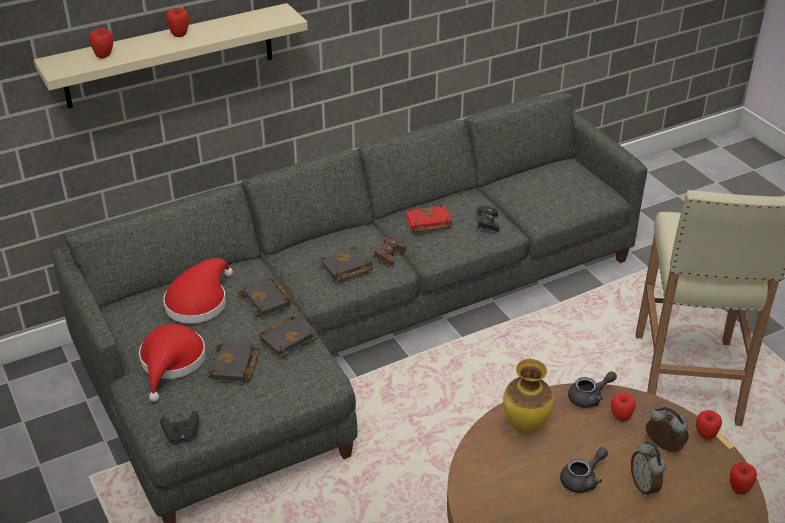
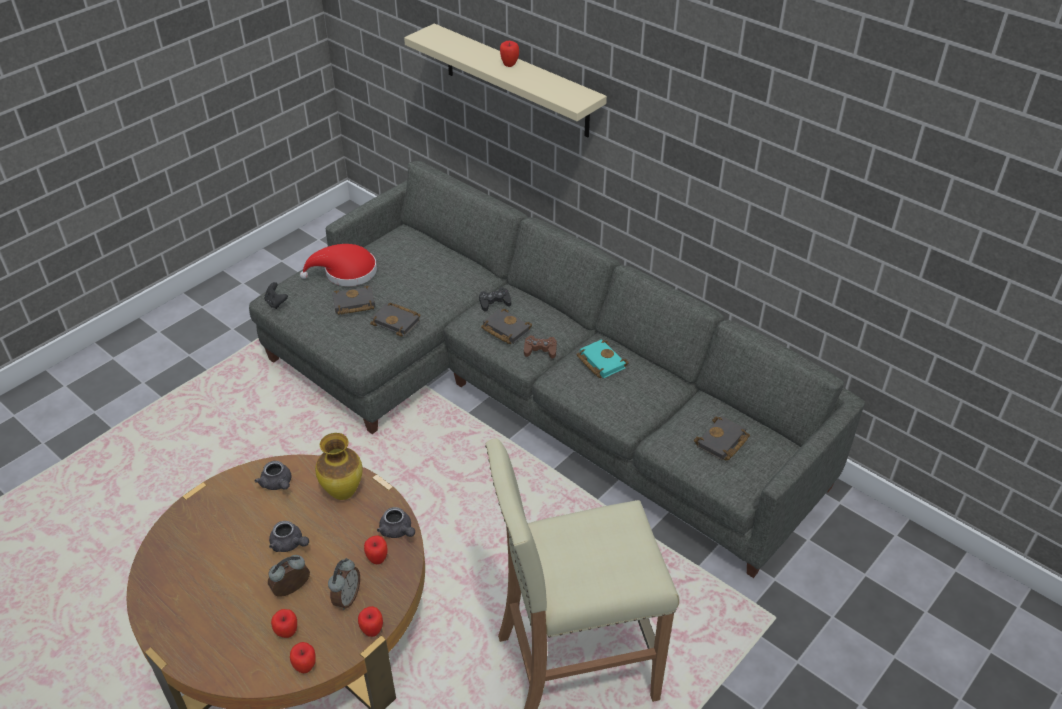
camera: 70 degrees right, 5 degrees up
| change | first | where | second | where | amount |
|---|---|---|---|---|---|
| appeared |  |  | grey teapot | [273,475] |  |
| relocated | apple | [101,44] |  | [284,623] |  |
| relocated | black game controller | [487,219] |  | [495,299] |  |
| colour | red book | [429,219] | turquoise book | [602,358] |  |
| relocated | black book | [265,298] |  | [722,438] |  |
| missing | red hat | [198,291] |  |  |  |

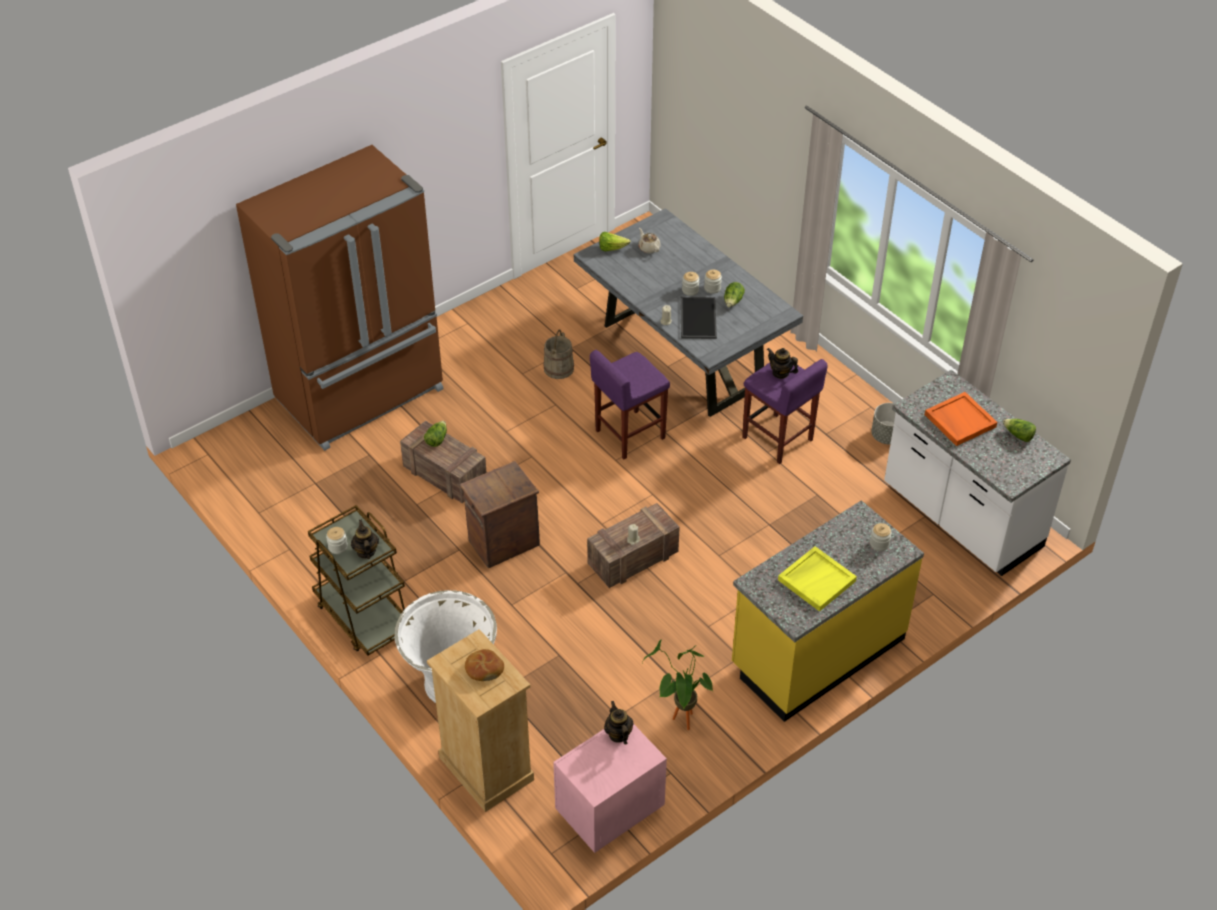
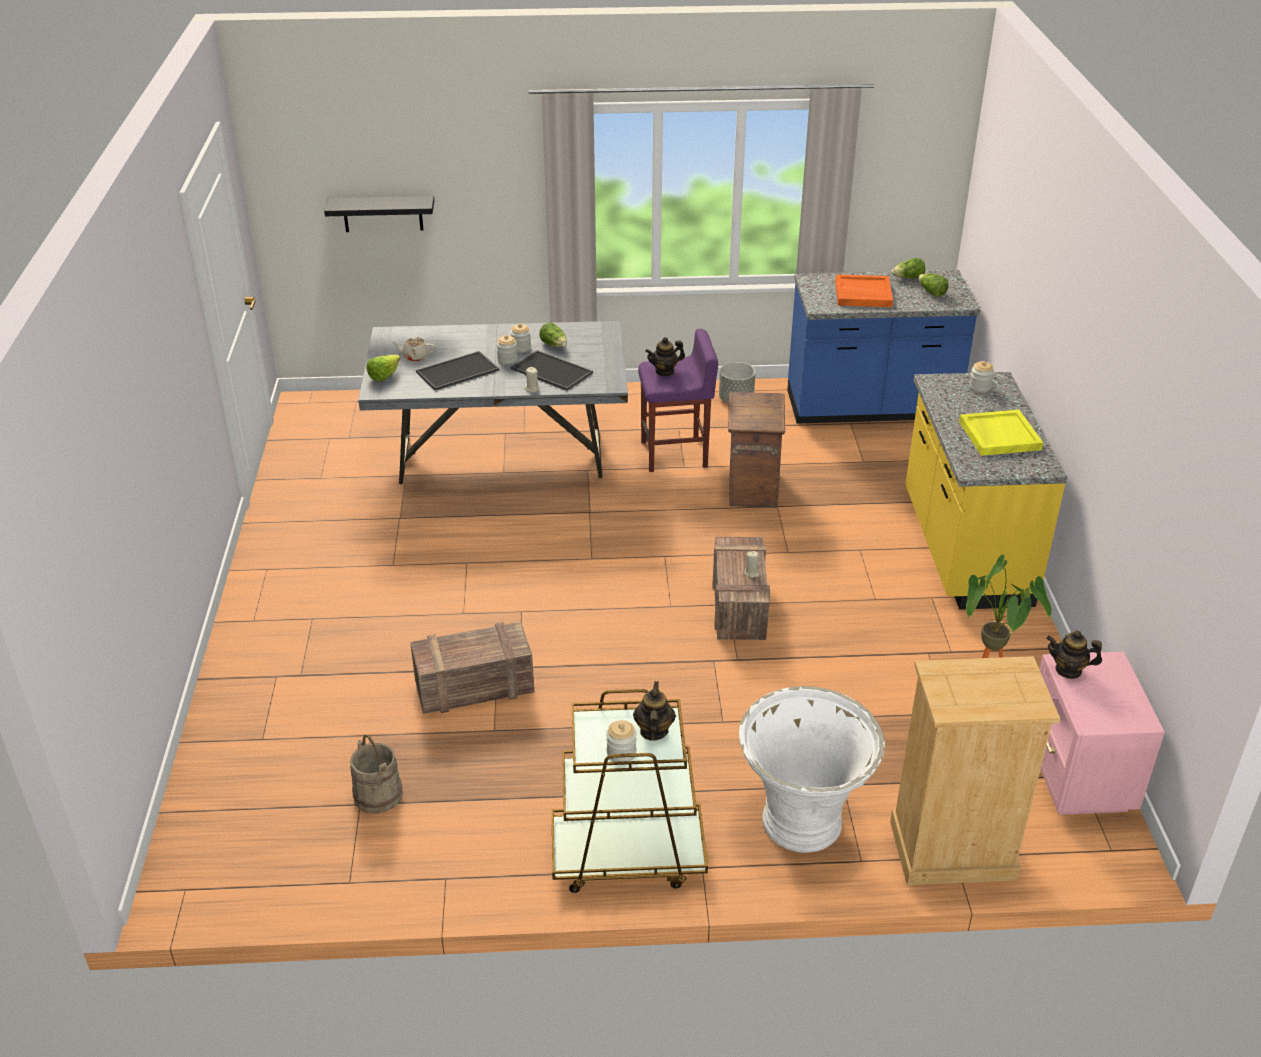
camera: 55 degrees left, 10 degrees down
| change | first | where | second | where | amount |
|---|---|---|---|---|---|
| appeared |  |  | black shelf | [379,214] |  |
| relocated | beige bucket | [558,354] |  | [376,774] |  |
| appeared |  |  | tray | [458,371] |  |
| spun | teapot | [365,539] |  | [654,711] | 75 degrees clockwise |
| relocated | crate | [500,514] |  | [756,450] |  |
| colour | white counter | [977,473] | blue counter | [883,347] |  |
| relocated | lettuce | [435,434] |  | [933,285] |  |
| missing | brown fridge | [340,298] |  |  |  |
| missing | bread | [484,665] |  |  |  |
| missing | purple stool | [630,404] |  |  |  |

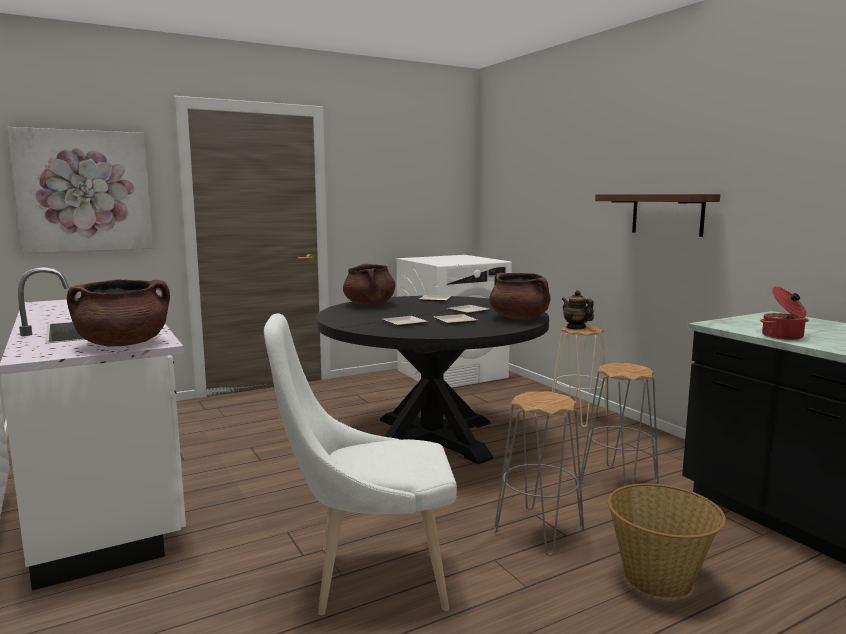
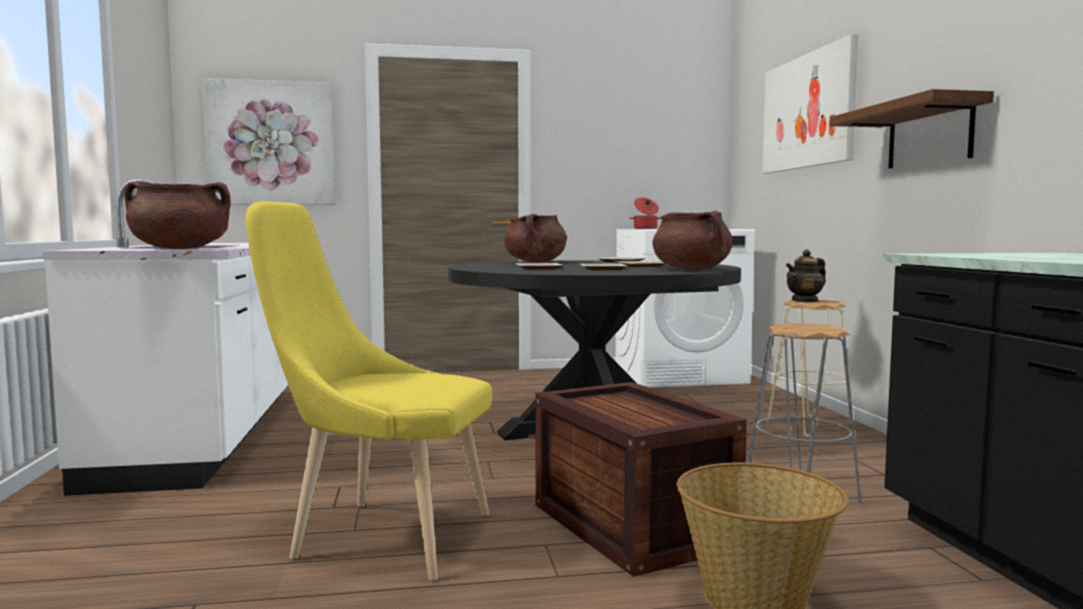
camera: 20 degrees right, 5 degrees down
| change | first | where | second | where | amount |
|---|---|---|---|---|---|
| colour | white chair | [360,464] | yellow chair | [369,390] |  |
| exchanged | grey stool | [539,473] | crate | [641,479] |  |
| relocated | cooking pot | [784,313] |  | [645,213] |  |
| appeared |  |  | picture | [810,103] |  |
| spun | teapot | [578,309] |  | [806,275] | 105 degrees counterclockwise |

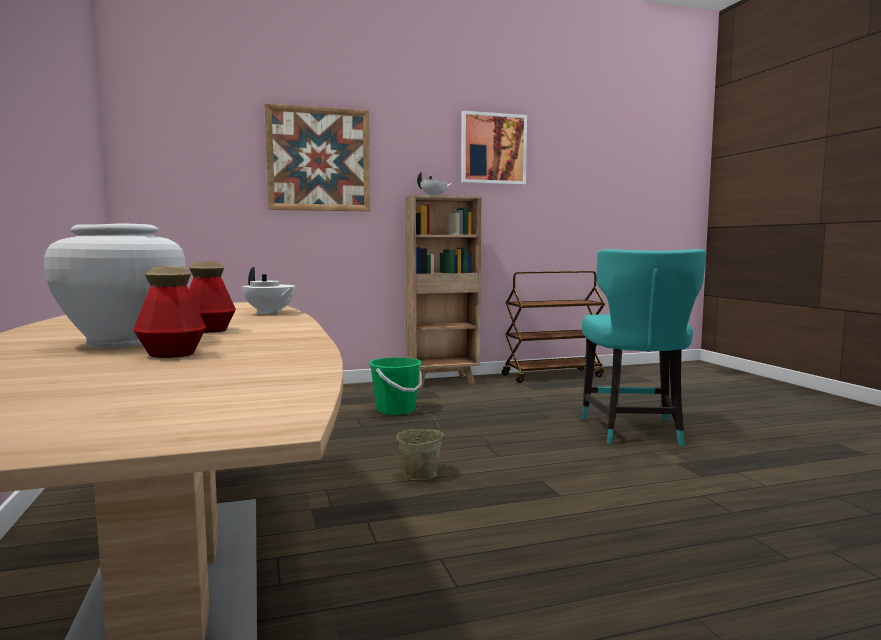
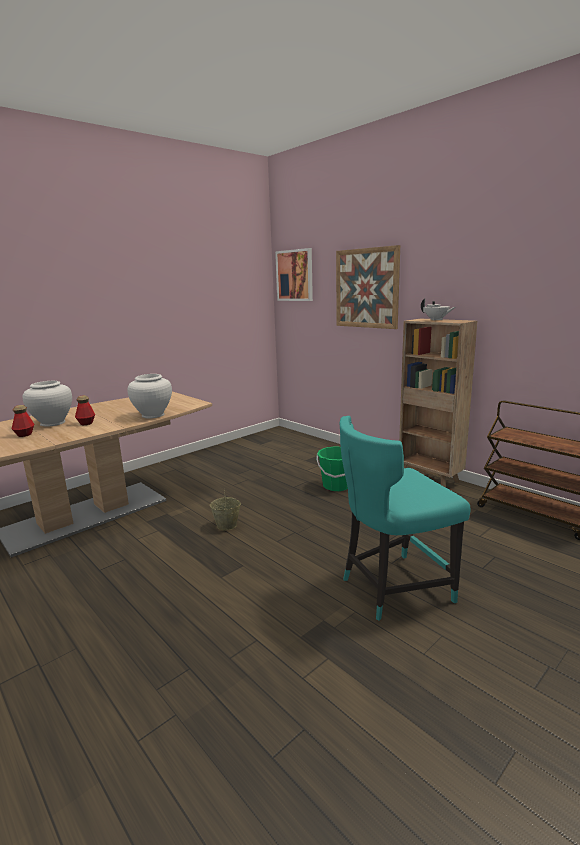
camera: 65 degrees right, 10 degrees up
| change | first | where | second | where | amount |
|---|---|---|---|---|---|
| exchanged | white teapot | [269,290] | white vase | [149,396] |  |
| relocated | picture | [494,148] |  | [294,274] |  |

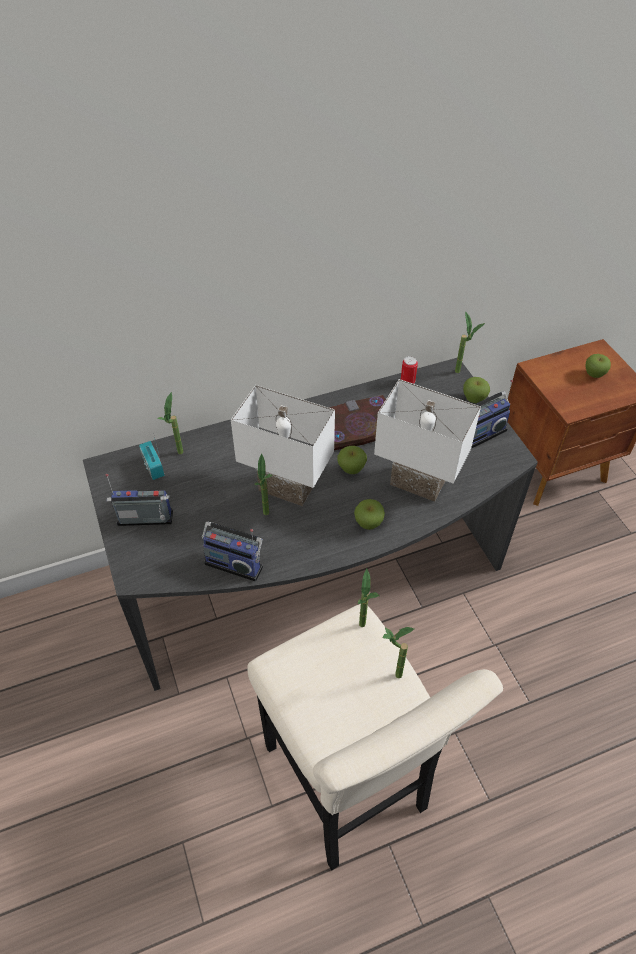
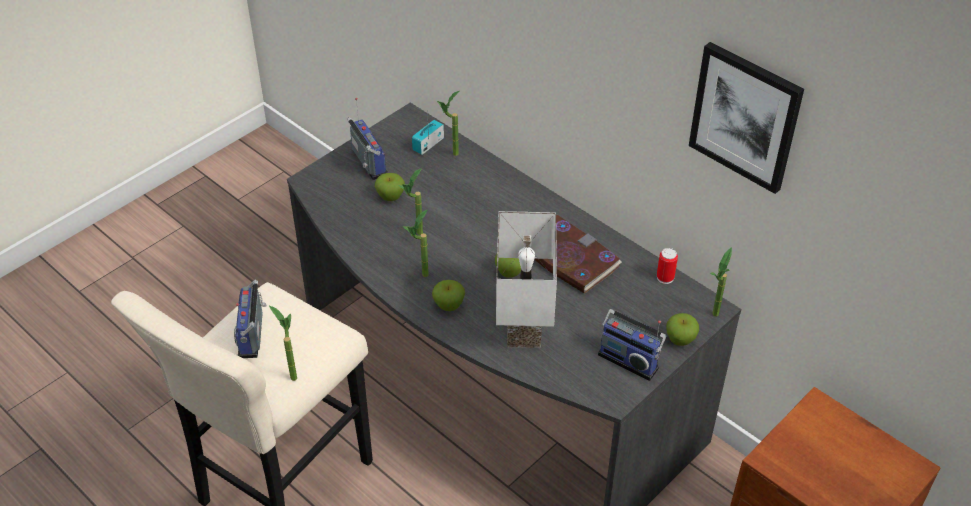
camera: 65 degrees right, 5 degrees down
| change | first | where | second | where | amount |
|---|---|---|---|---|---|
| relocated | radio | [232,551] |  | [250,319] |  |
| relocated | apple | [598,366] |  | [390,187] |  |
| relocated | potted plant | [369,598] |  | [416,243] |  |
| appeared |  |  | picture | [746,118] |  |
| missing | white table lamp | [283,445] |  |  |  |

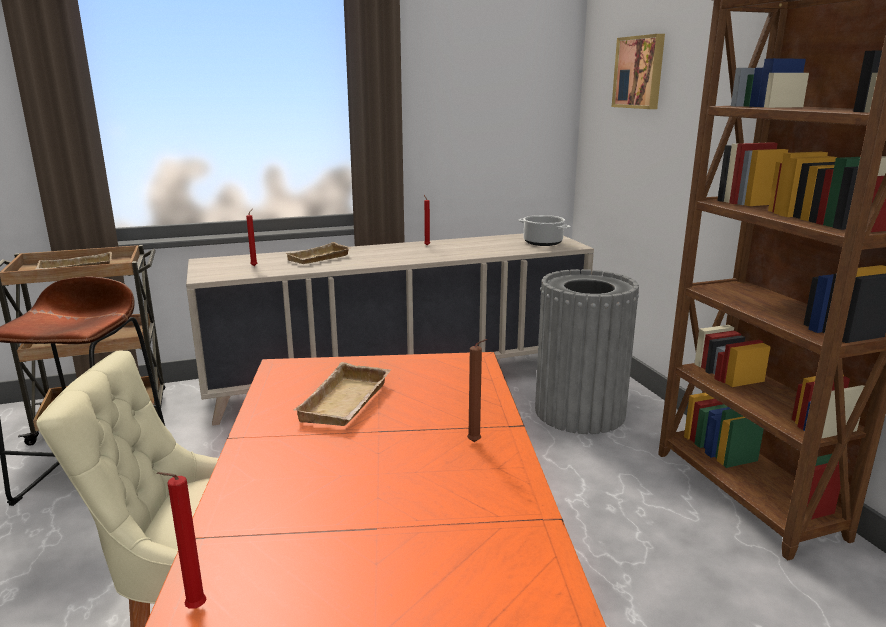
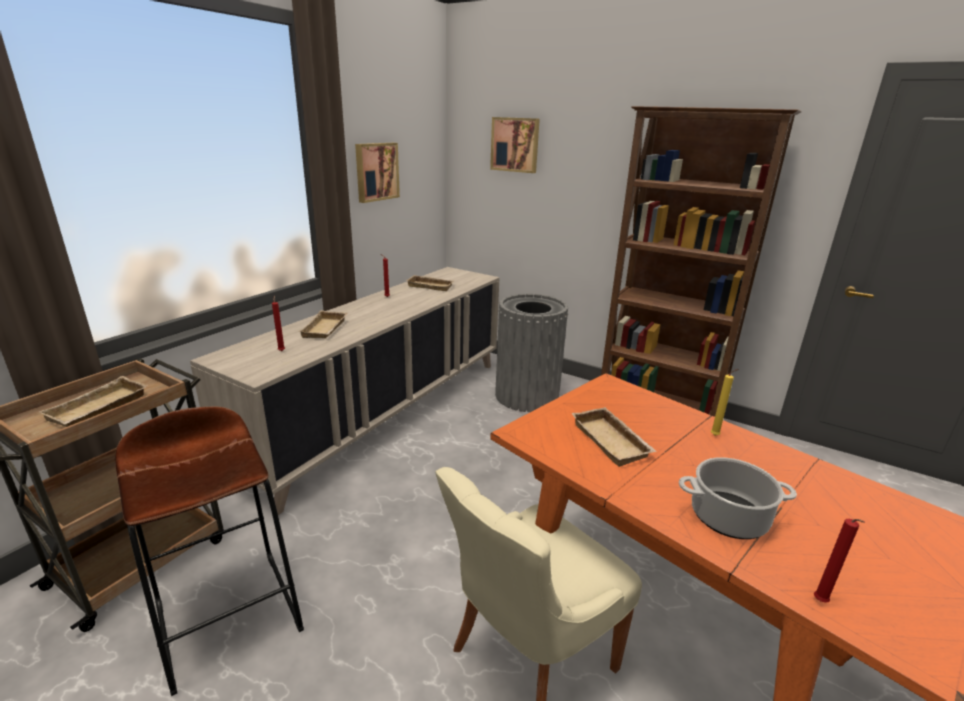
camera: 40 degrees left, 5 degrees up
| change | first | where | second | where | amount |
|---|---|---|---|---|---|
| appeared |  |  | picture | [377,173] |  |
| appeared |  |  | beige tray | [430,283] |  |
| relocated | cooking pot | [544,230] |  | [738,498] |  |
| colour | brown candle | [477,390] | yellow candle | [725,402] |  |

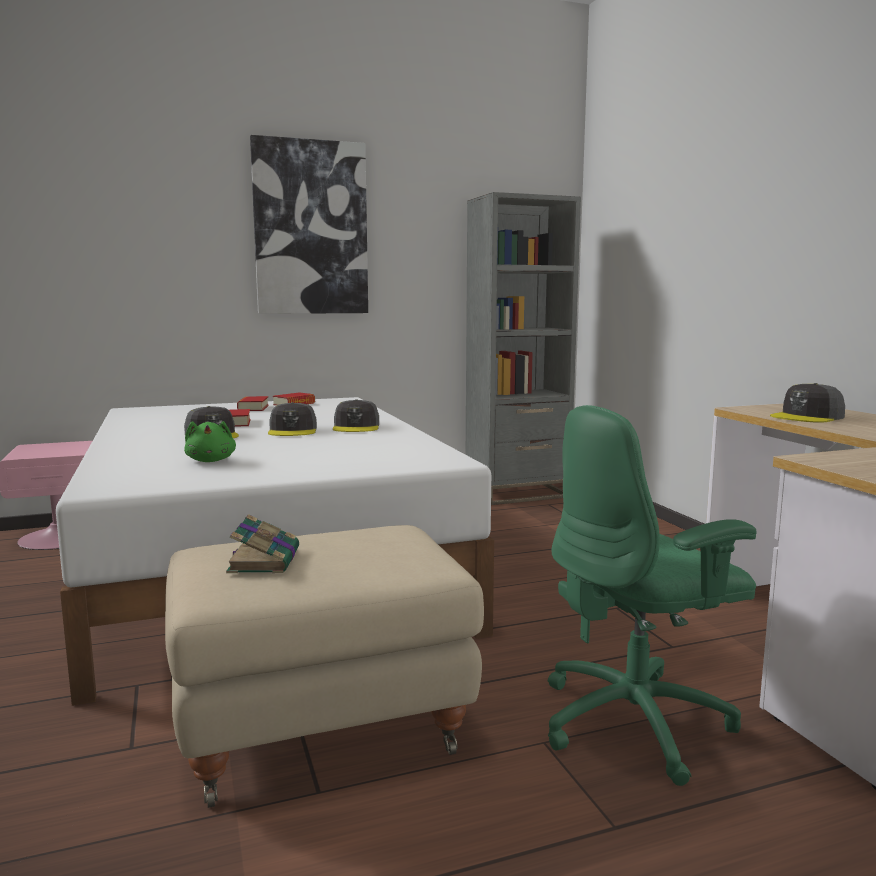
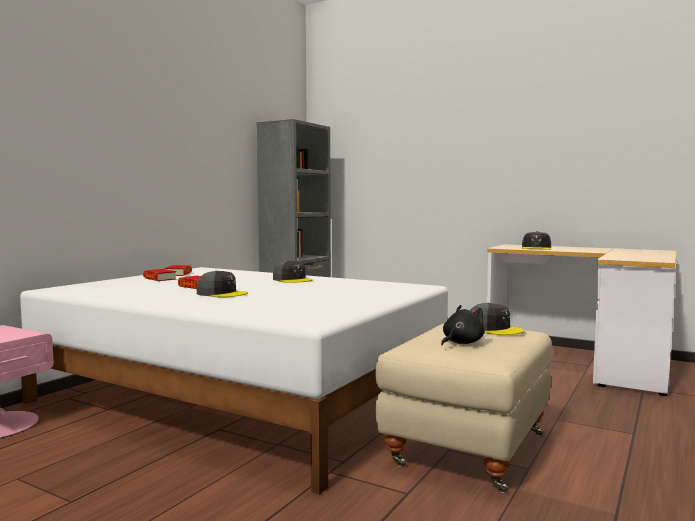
camera: 40 degrees left, 5 degrees down
| change | first | where | second | where | amount |
|---|---|---|---|---|---|
| exchanged | book | [262,543] | black plush toy | [463,325] |  |
| relocated | grey cap | [292,419] |  | [497,319] |  |
| missing | green plush toy | [210,441] |  |  |  |
| missing | picture | [309,224] |  |  |  |
| missing | green office chair | [652,595] |  |  |  |

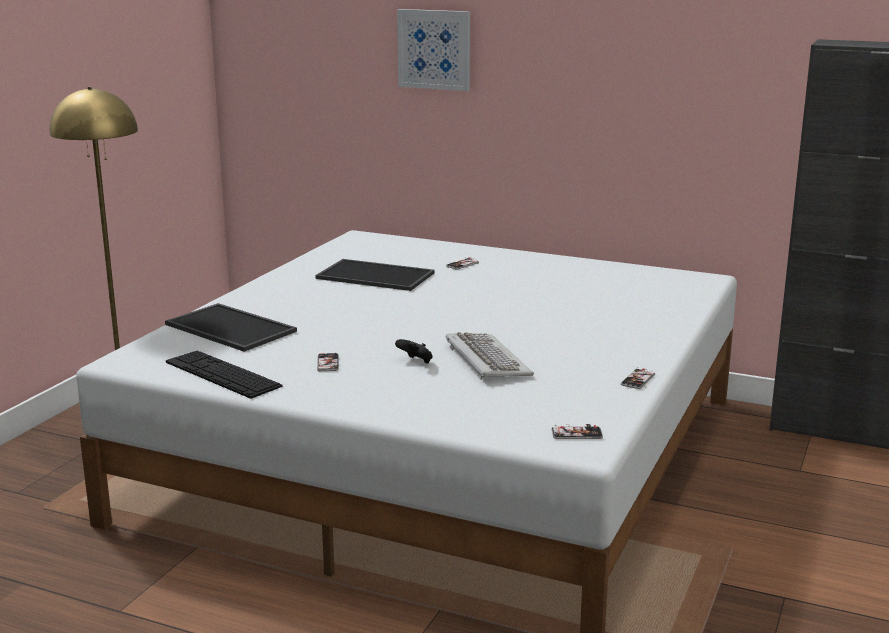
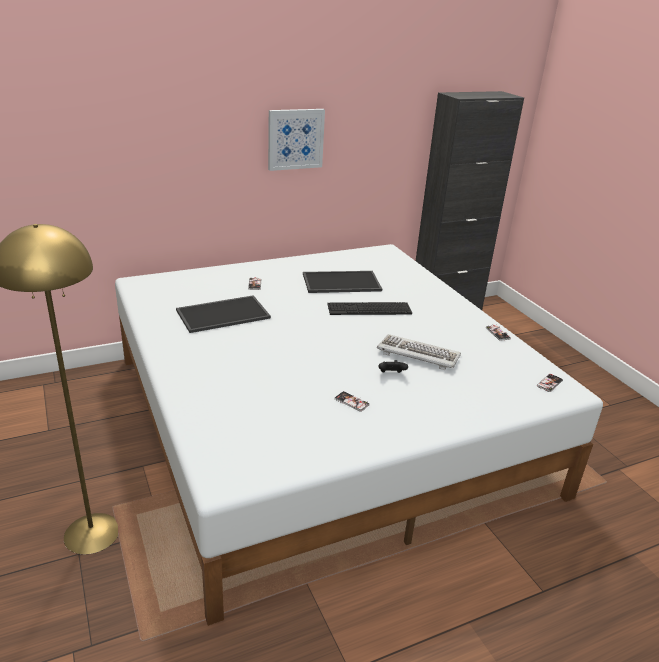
camera: 50 degrees left, 10 degrees up
| change | first | where | second | where | amount |
|---|---|---|---|---|---|
| relocated | picture | [433,50] |  | [296,140] |  |
| relocated | tray | [231,327] |  | [342,282] |  |
| relocated | keyboard | [224,374] |  | [369,308] |  |

